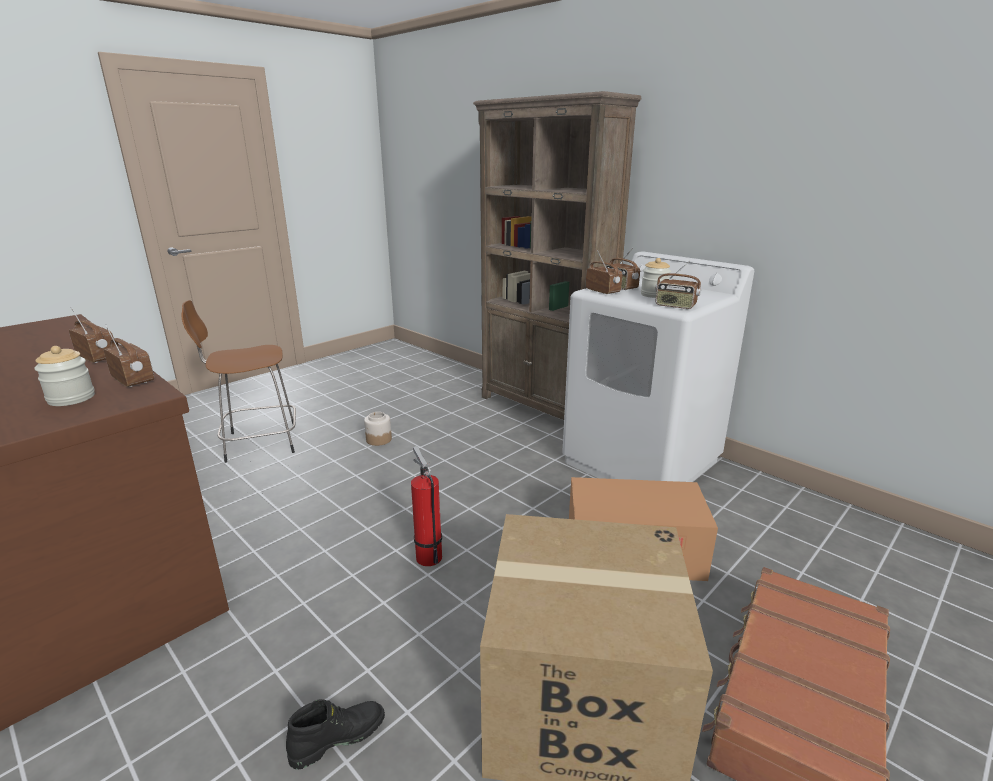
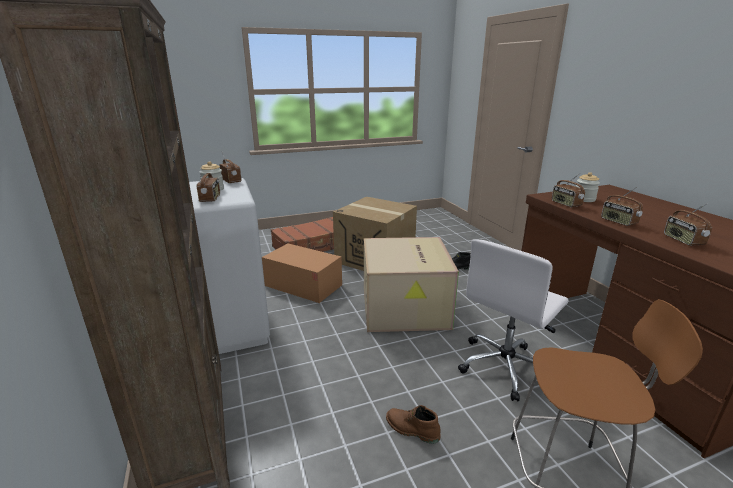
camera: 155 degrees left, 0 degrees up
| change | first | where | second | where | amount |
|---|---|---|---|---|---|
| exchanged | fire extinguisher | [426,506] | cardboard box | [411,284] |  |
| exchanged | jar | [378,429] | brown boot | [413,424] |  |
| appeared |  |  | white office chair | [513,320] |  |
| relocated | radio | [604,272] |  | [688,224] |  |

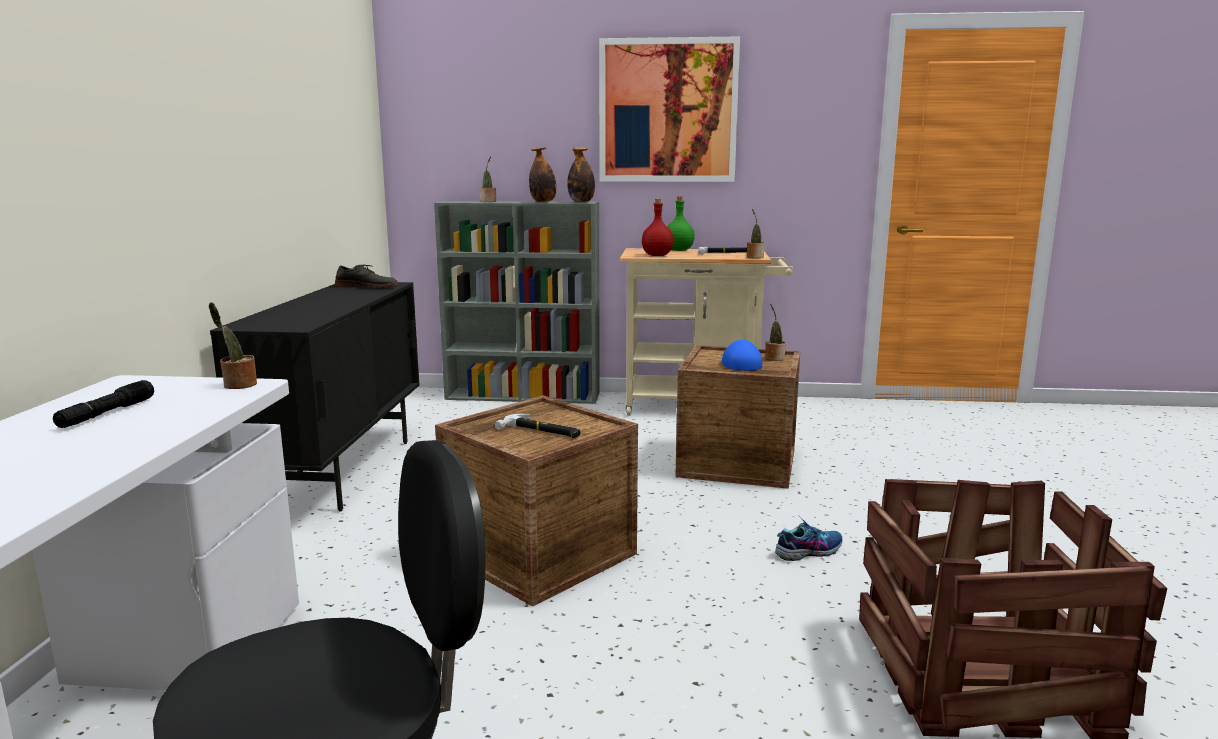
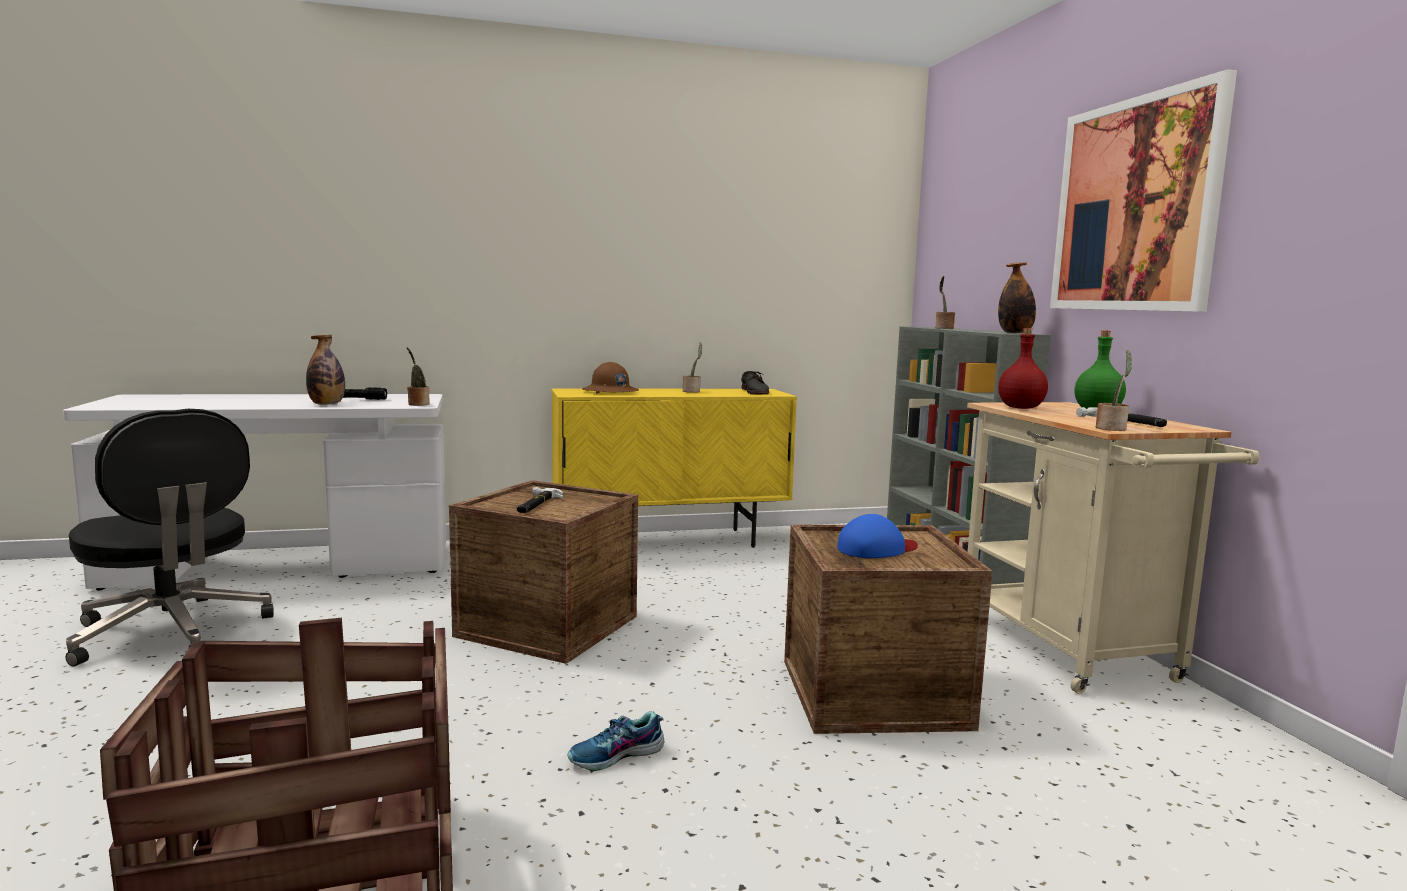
camera: 70 degrees right, 5 degrees down
| change | first | where | second | where | amount |
|---|---|---|---|---|---|
| relocated | bottle | [543,174] |  | [325,370] |  |
| colour | black cabinet | [314,397] | yellow cabinet | [674,468] |  |
| spun | shoe | [809,538] |  | [615,741] | 105 degrees clockwise |
| appeared |  |  | brown hard hat | [610,378] |  |
| relocated | potted plant | [775,332] |  | [692,368] |  |

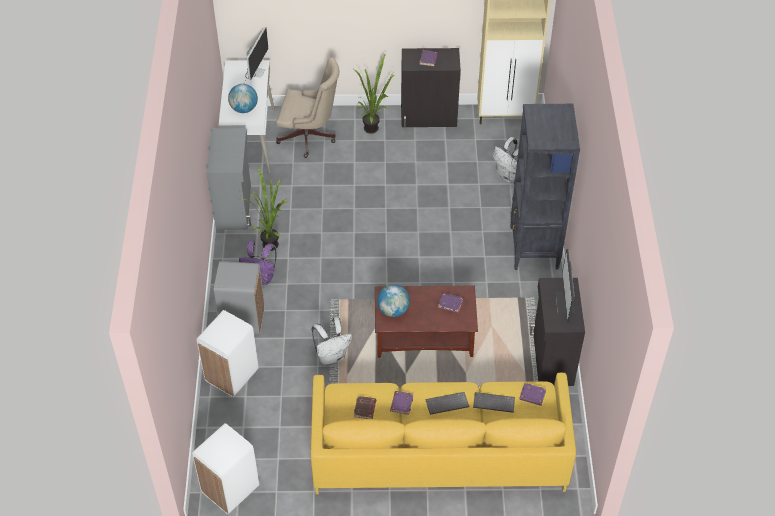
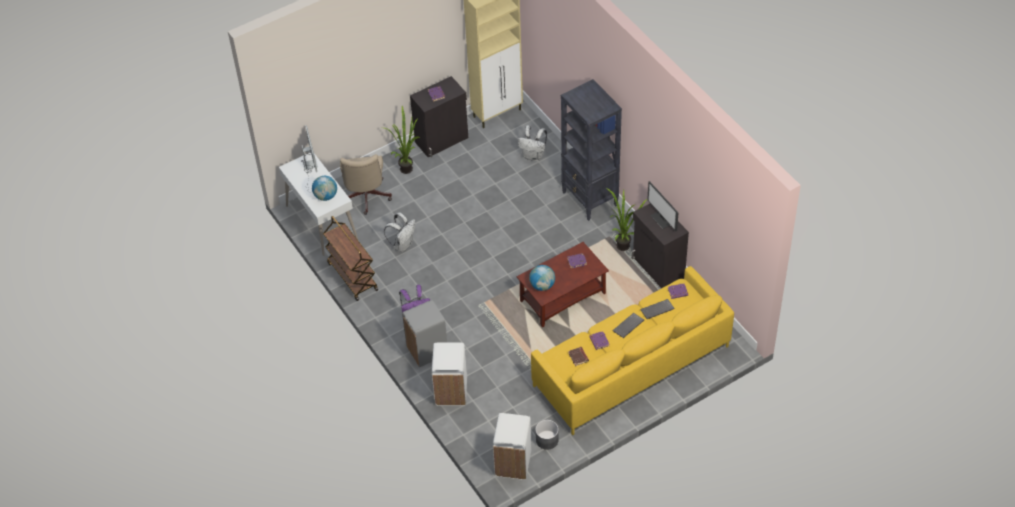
camera: 30 degrees left, 0 degrees up
| change | first | where | second | where | amount |
|---|---|---|---|---|---|
| exchanged | grey cabinet | [228,179] | brown cart | [350,258] |  |
| spun | beige office chair | [307,107] |  | [366,184] | 105 degrees clockwise |
| relocated | white backpack | [331,341] |  | [399,232] |  |
| appeared |  |  | grey planter | [547,435] |  |
| relocated | potted plant | [263,208] |  | [627,219] |  |

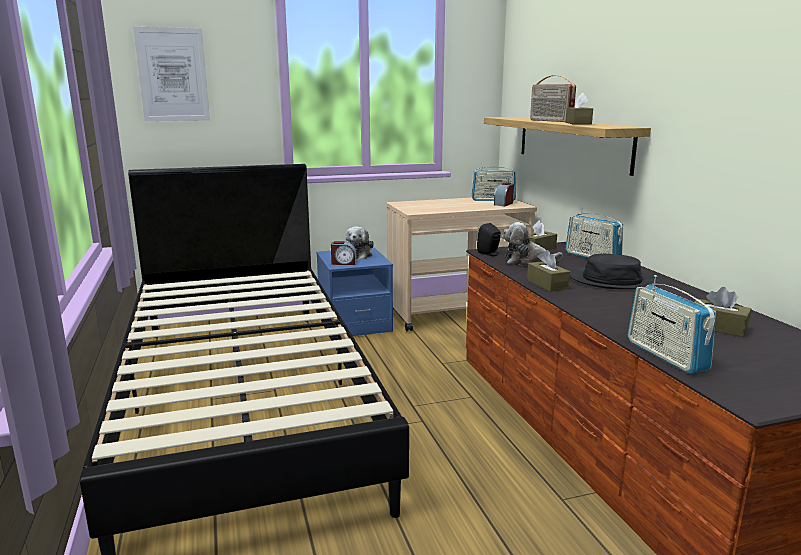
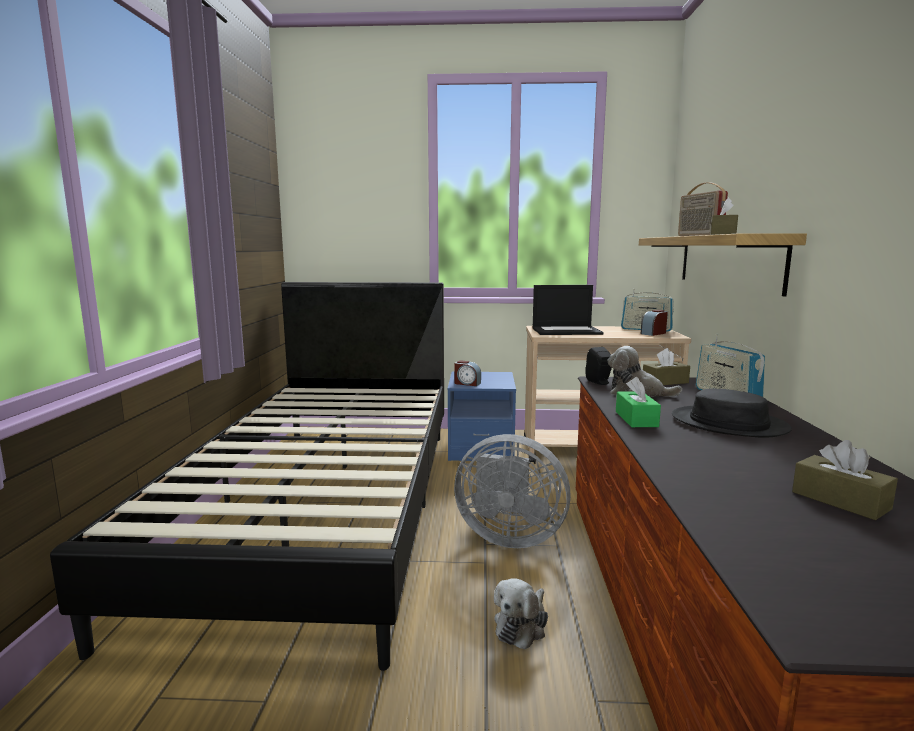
camera: 20 degrees right, 5 degrees down
| change | first | where | second | where | amount |
|---|---|---|---|---|---|
| appeared |  |  | grey fan | [512,491] |  |
| relocated | plush toy | [360,242] |  | [521,614] |  |
| appeared |  |  | laptop | [568,310] |  |
| colour | brown tissue box | [548,270] | green tissue box | [638,402] |  |
| missing | picture | [171,74] |  |  |  |
| missing | radio | [671,324] |  |  |  |

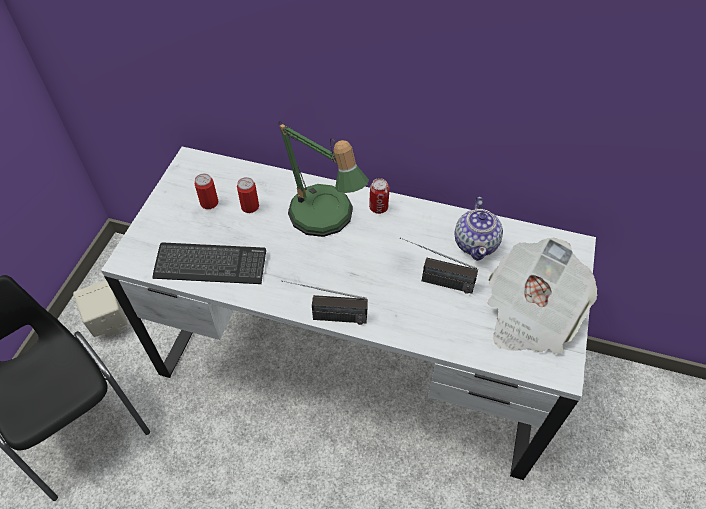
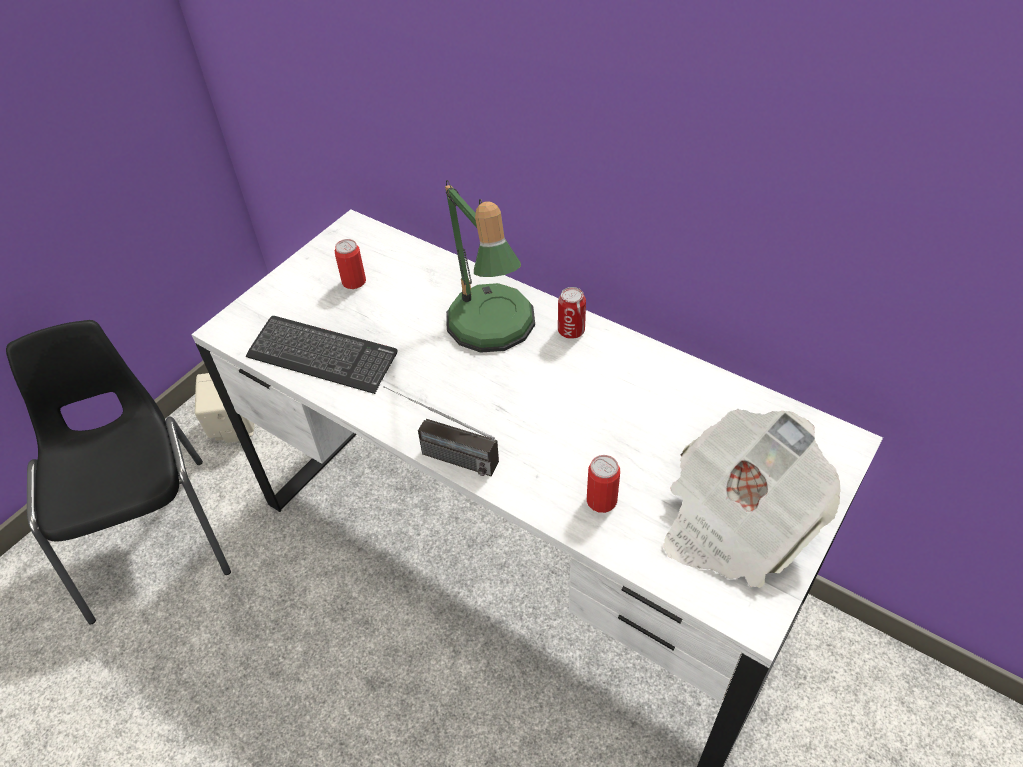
camera: 20 degrees right, 5 degrees down
| change | first | where | second | where | amount |
|---|---|---|---|---|---|
| relocated | can | [248,195] |  | [603,484] |  |
| missing | radio | [439,265] |  |  |  |
| missing | teapot | [478,229] |  |  |  |

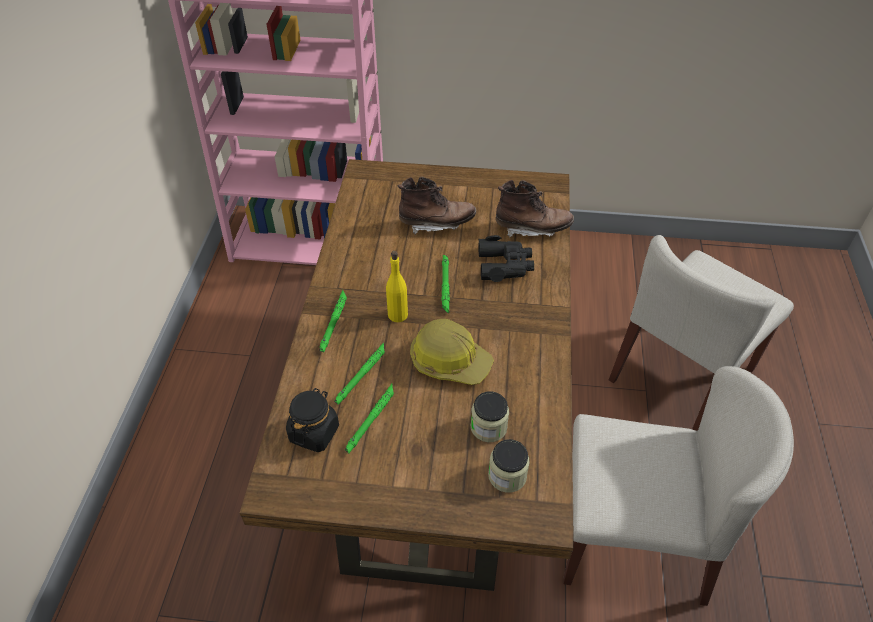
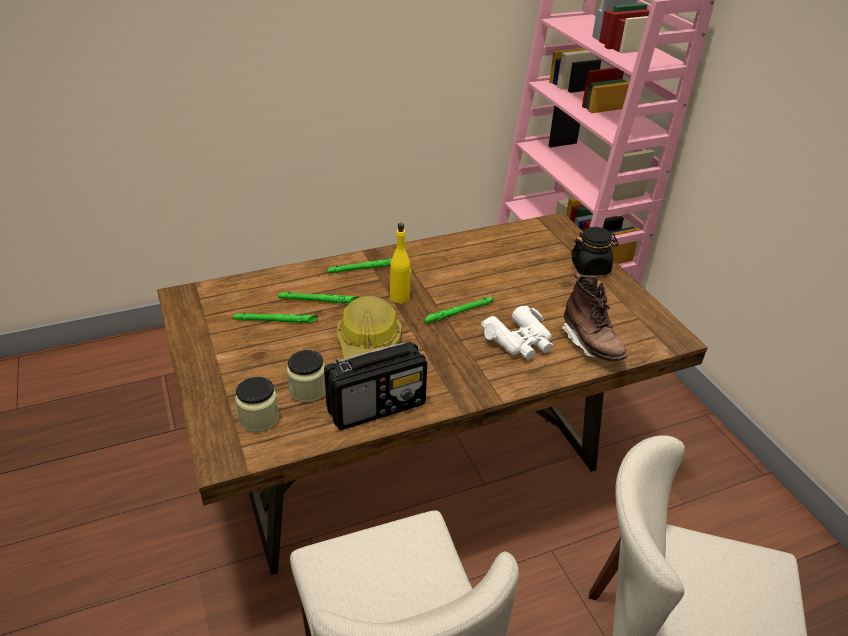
camera: 60 degrees right, 10 degrees down
| change | first | where | second | where | amount |
|---|---|---|---|---|---|
| appeared |  |  | radio | [375,386] |  |
| colour | black binoculars | [506,258] | white binoculars | [517,332] |  |
| relocated | black jar | [312,420] |  | [595,251] |  |
| missing | brown boot | [437,205] |  |  |  |

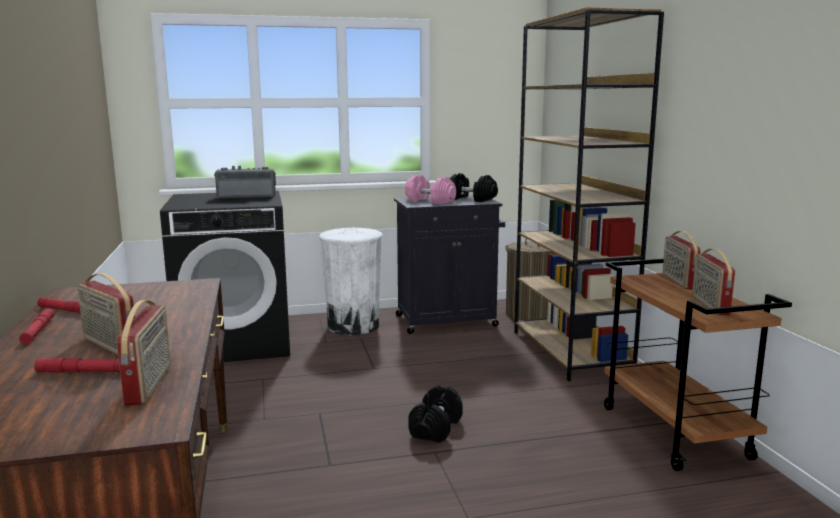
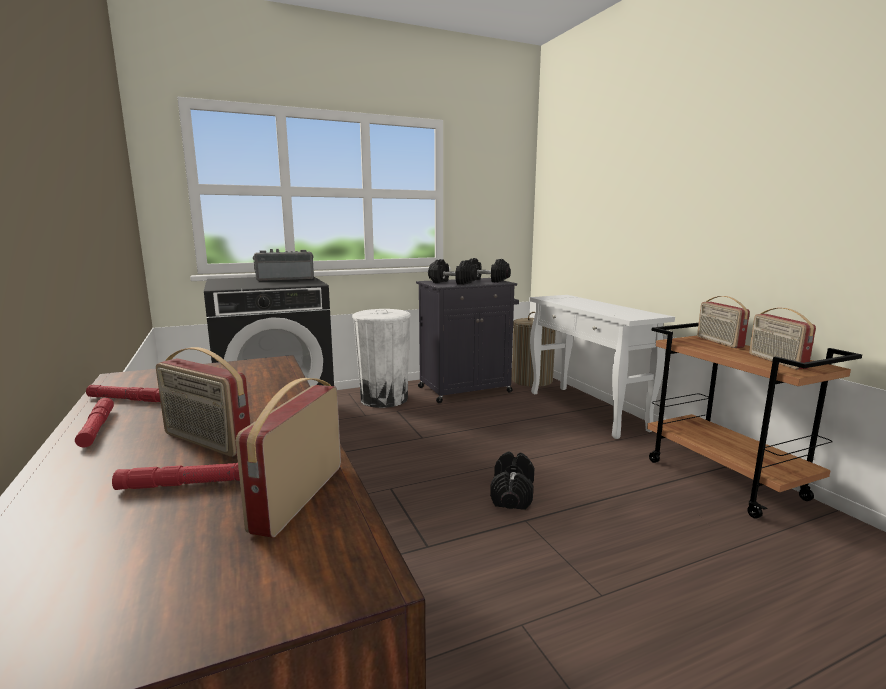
camera: 10 degrees left, 0 degrees up
| change | first | where | second | where | amount |
|---|---|---|---|---|---|
| spun | radio | [144,352] |  | [288,458] | 150 degrees counterclockwise |
| colour | pink dumbbell | [430,189] | black dumbbell | [452,272] |  |
| exchanged | brown bookcase | [589,194] | white console table | [602,367] |  |

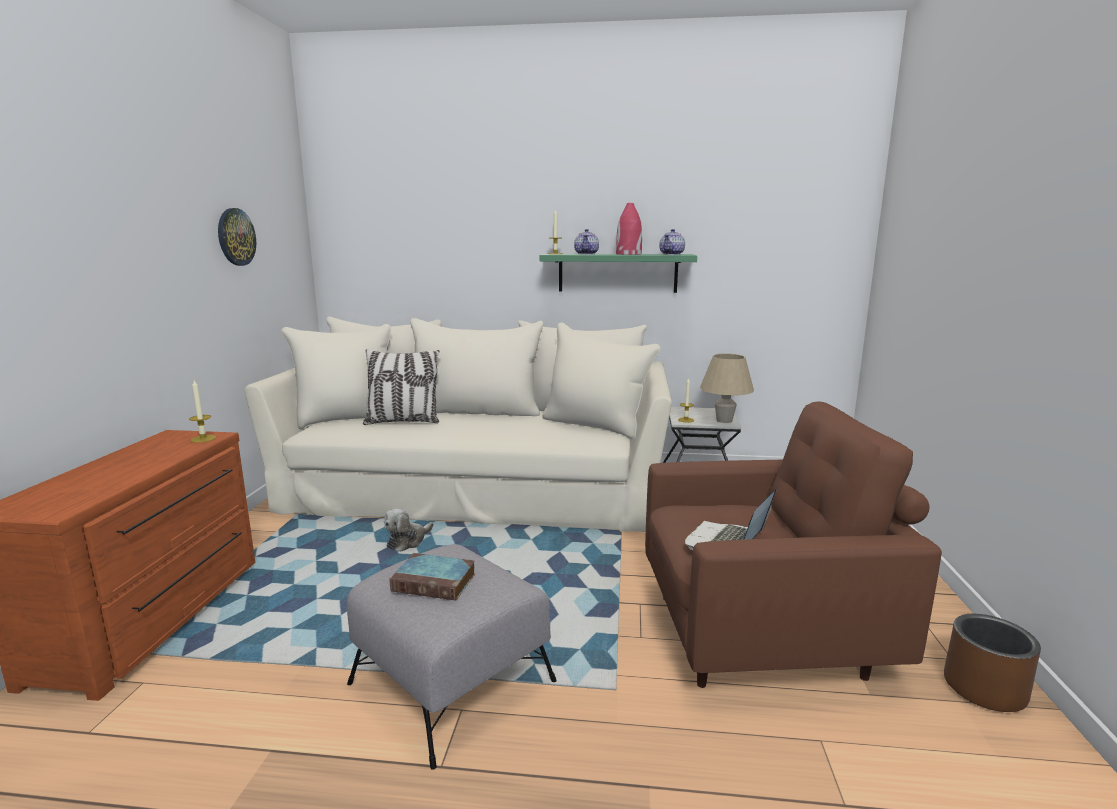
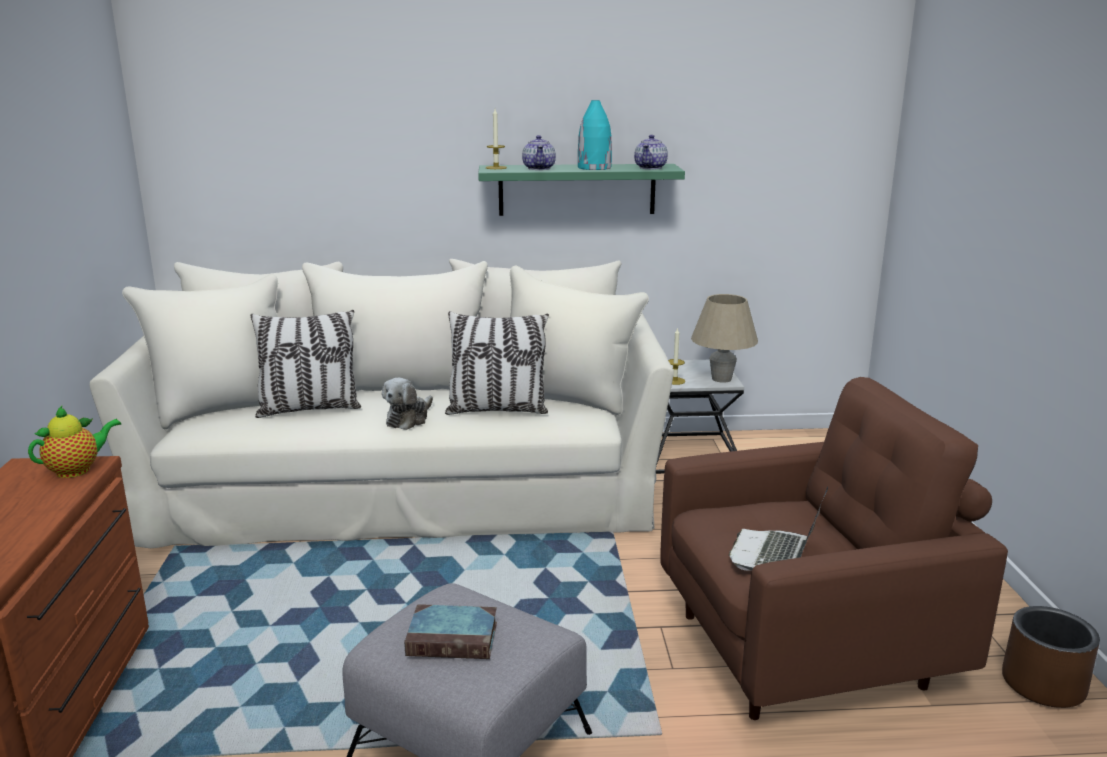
camera: 10 degrees left, 5 degrees up
| change | first | where | second | where | amount |
|---|---|---|---|---|---|
| exchanged | candle | [202,411] | teapot | [74,442] |  |
| relocated | plush toy | [408,530] |  | [407,404] |  |
| appeared |  |  | pillow | [497,363] |  |
| colour | red vase | [629,229] | turquoise vase | [595,135] |  |
| missing | wall clock | [237,237] |  |  |  |

